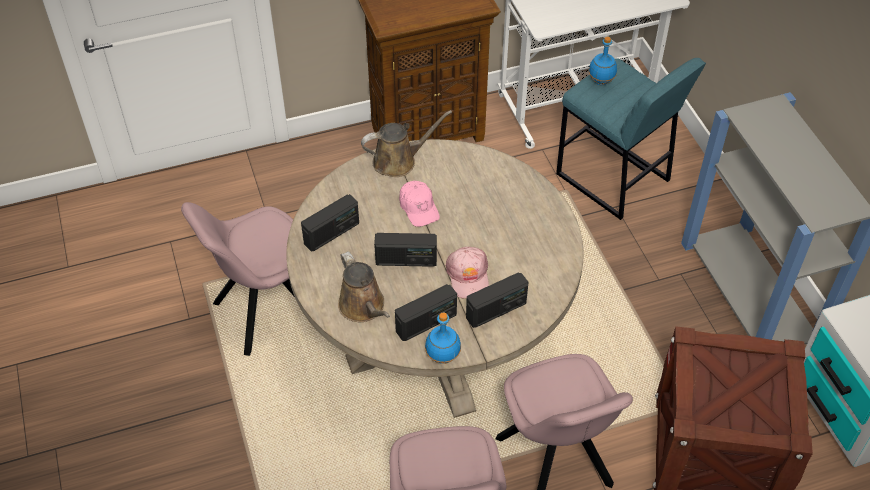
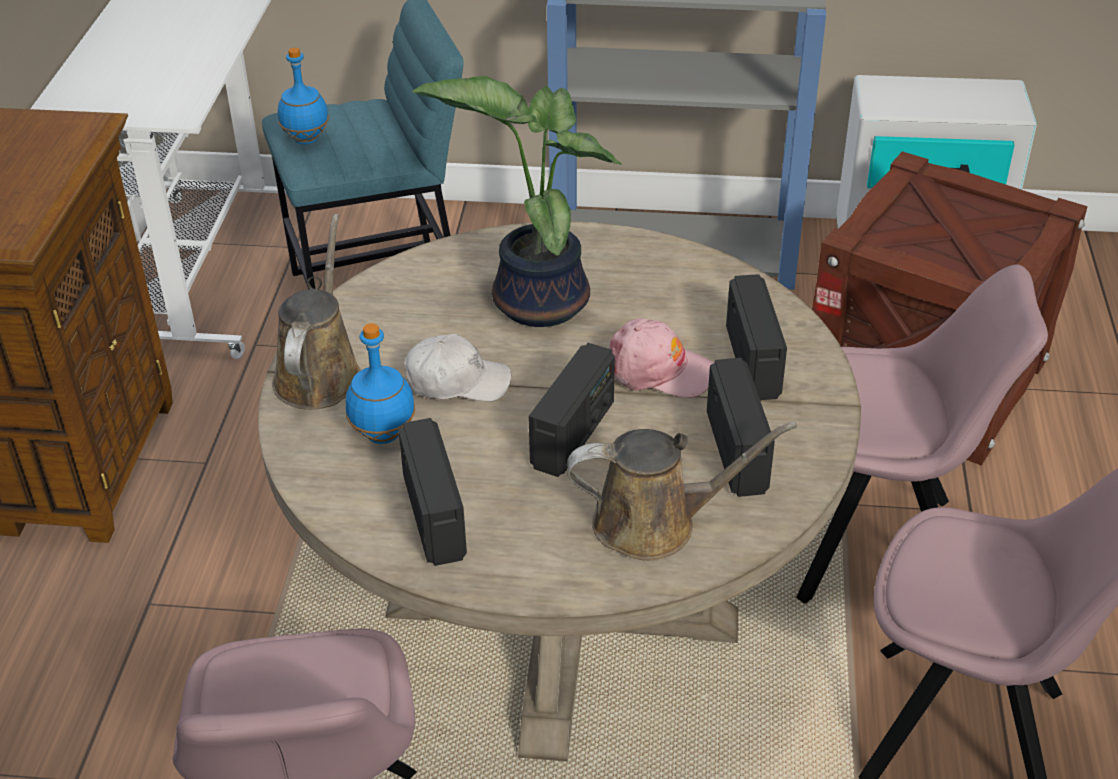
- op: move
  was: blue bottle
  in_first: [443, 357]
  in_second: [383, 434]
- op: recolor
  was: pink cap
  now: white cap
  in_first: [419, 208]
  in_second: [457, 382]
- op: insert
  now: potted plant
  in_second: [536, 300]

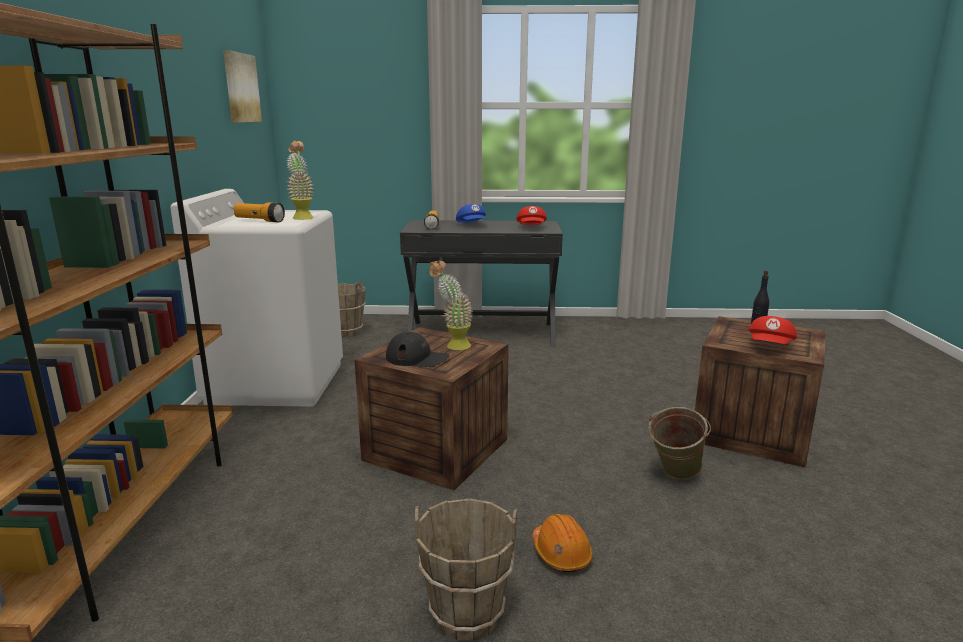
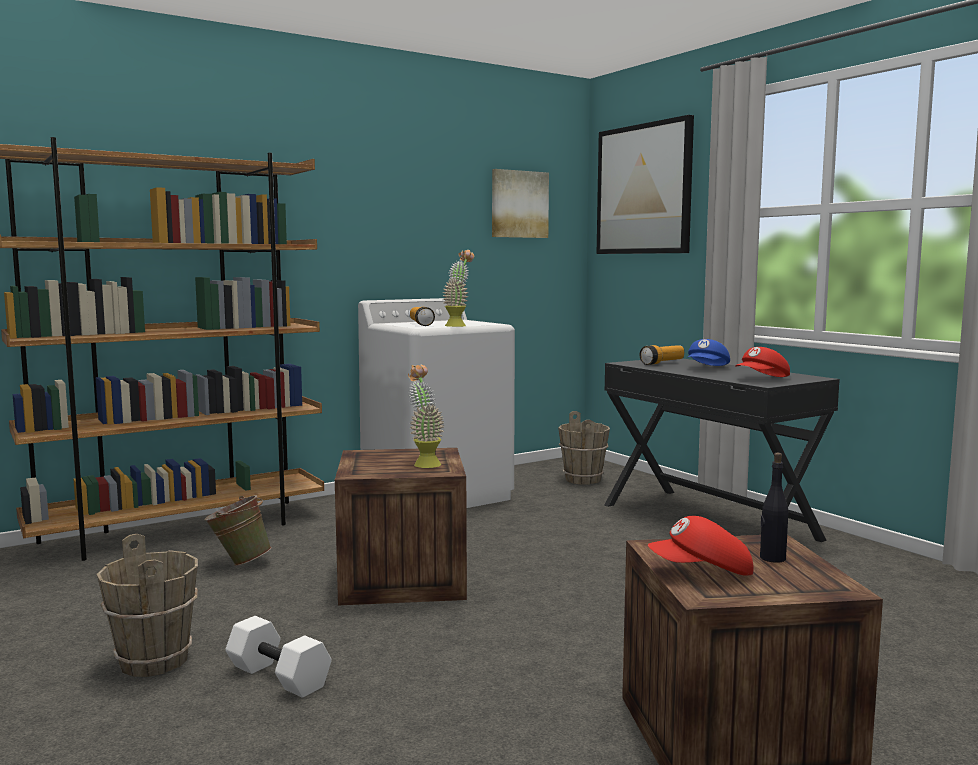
- op: move
  was: green bucket
  in_first: [674, 476]
  in_second: [239, 562]
- op: replace
  was: orange hard hat
  now: white dumbbell
  in_first: [561, 553]
  in_second: [276, 677]
- op: insert
  now: picture
  in_second: [644, 189]
- op: delete
  was: black cap
  in_first: [417, 358]

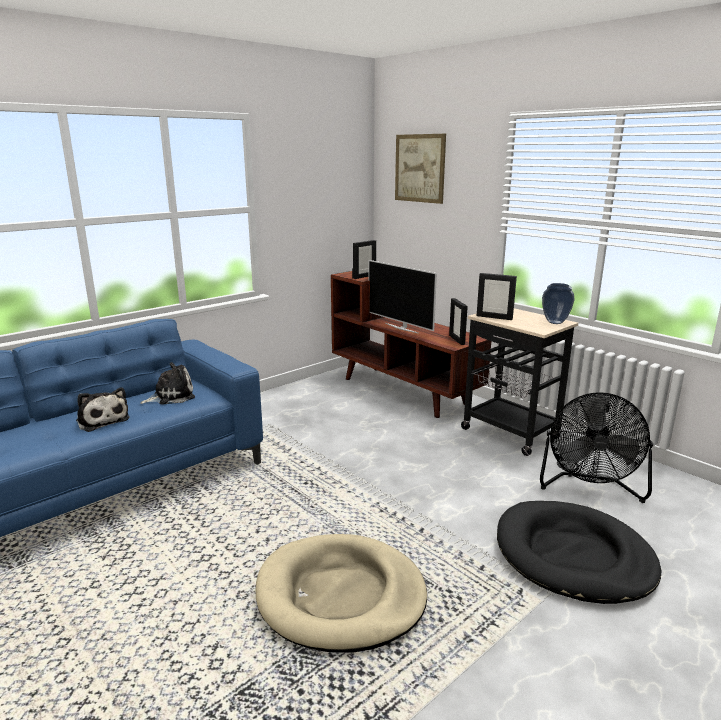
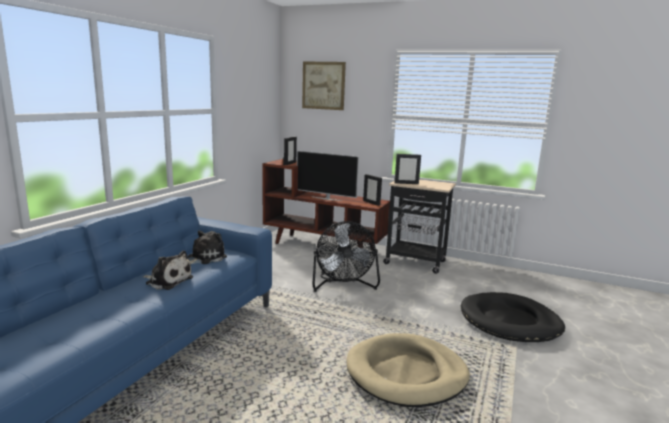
- op: move
  was: black fan
  in_first: [586, 484]
  in_second: [341, 285]
- op: delete
  was: vase
  in_first: [555, 322]

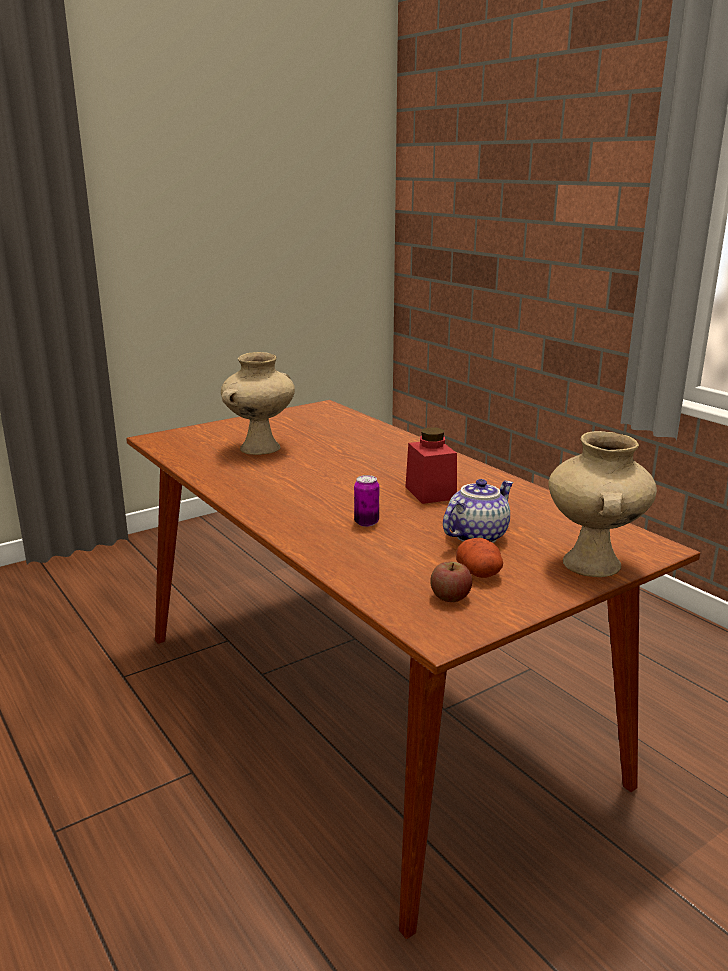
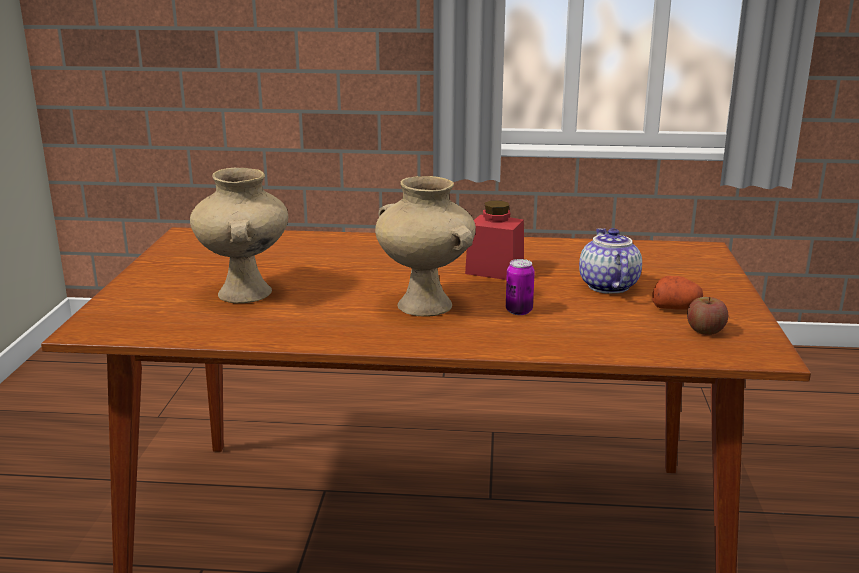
- op: move
  was: beige vase
  in_first: [593, 564]
  in_second: [426, 305]

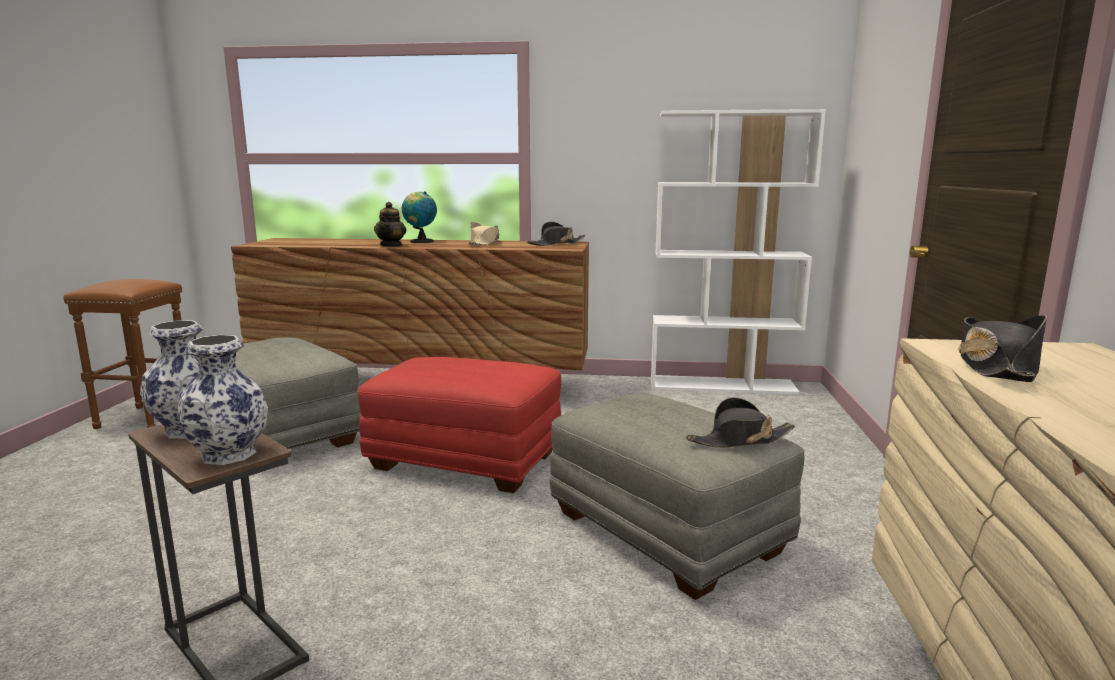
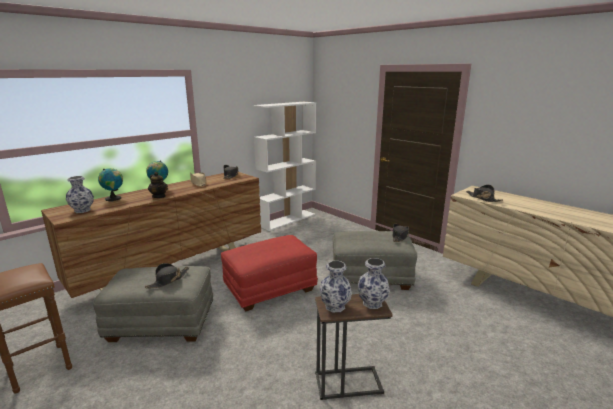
- op: insert
  now: vase
  in_second: [82, 210]
- op: insert
  now: globe
  in_second: [114, 198]
- op: insert
  now: black hat
  in_second: [168, 280]

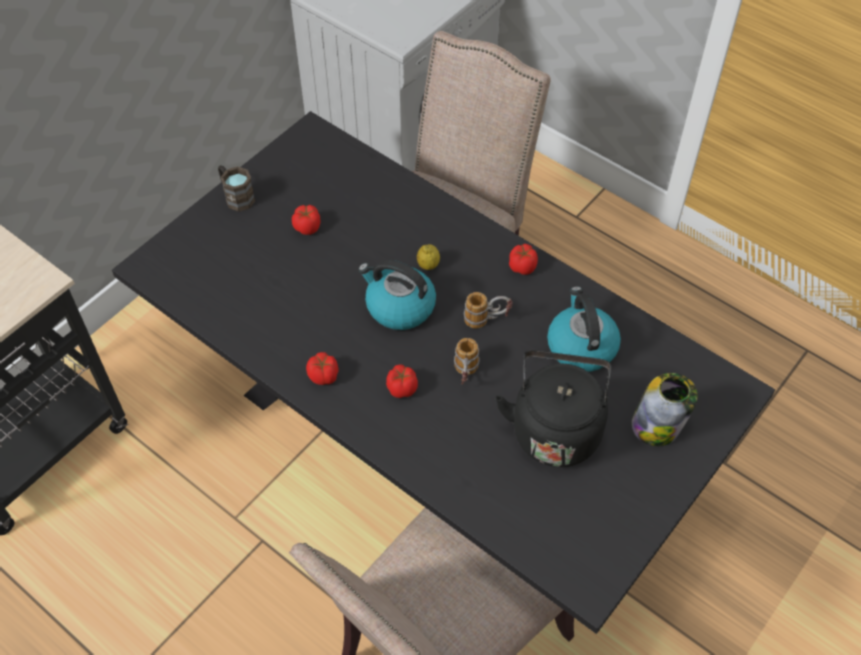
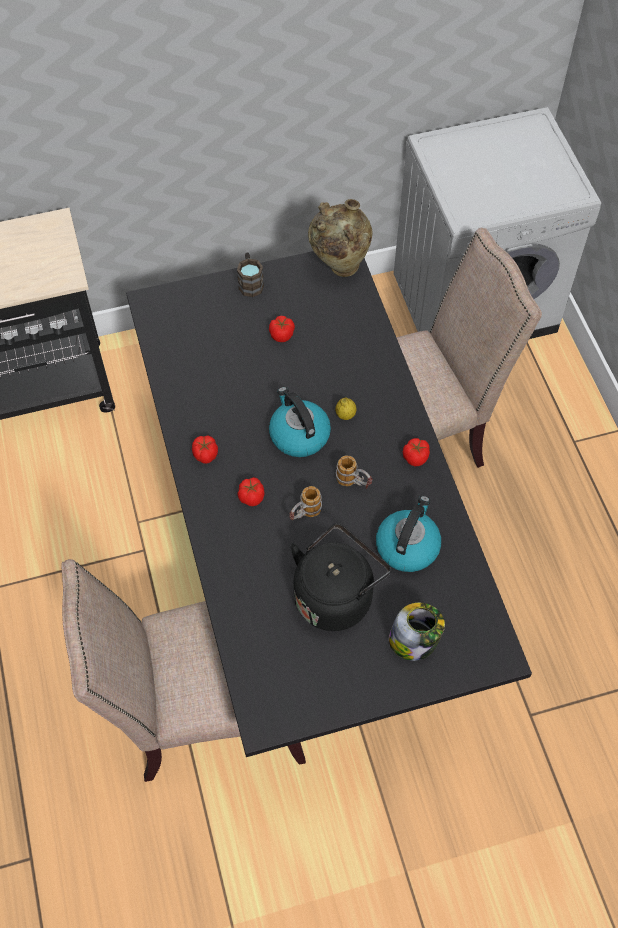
- op: insert
  now: beige vase
  in_second: [339, 267]

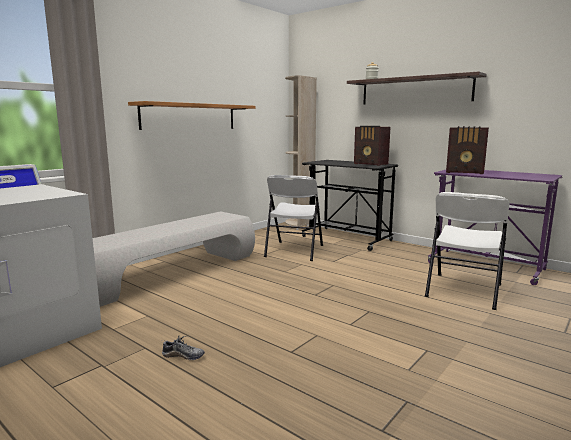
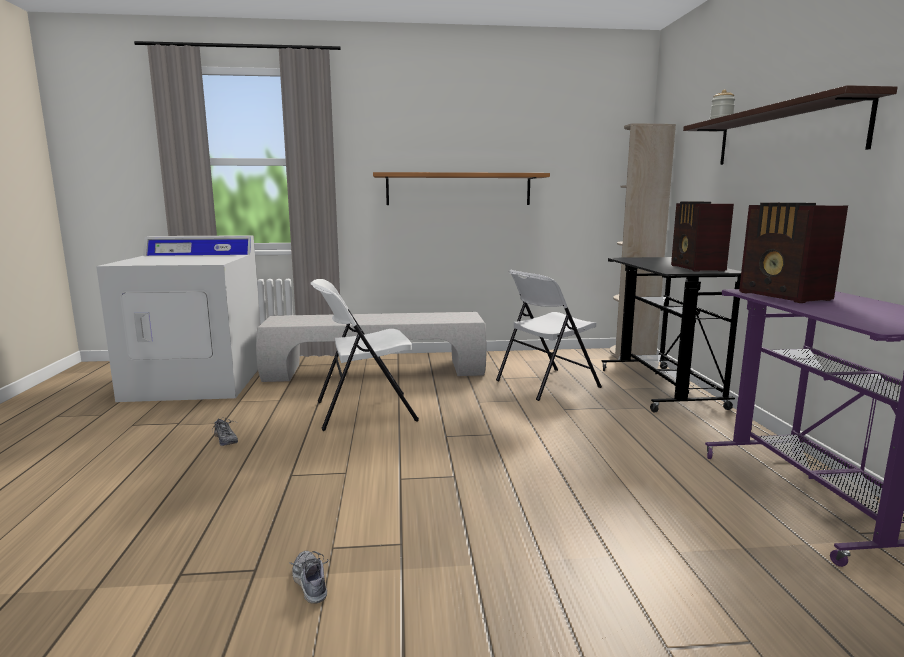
- op: insert
  now: shoe
  in_second: [310, 582]
- op: move
  was: white chair
  in_first: [463, 290]
  in_second: [365, 411]

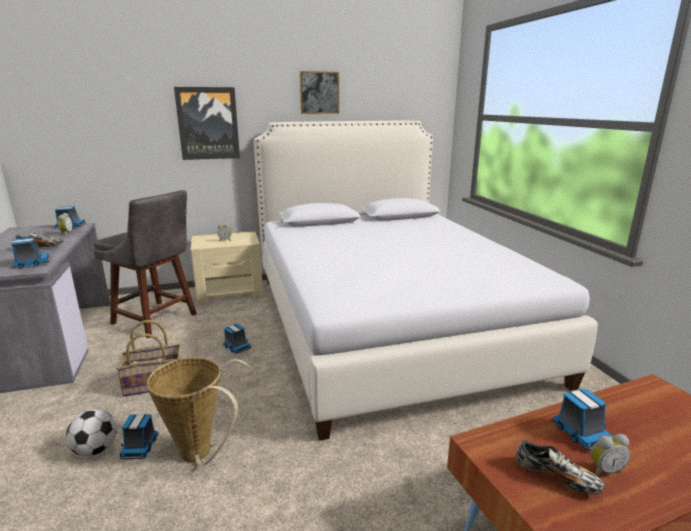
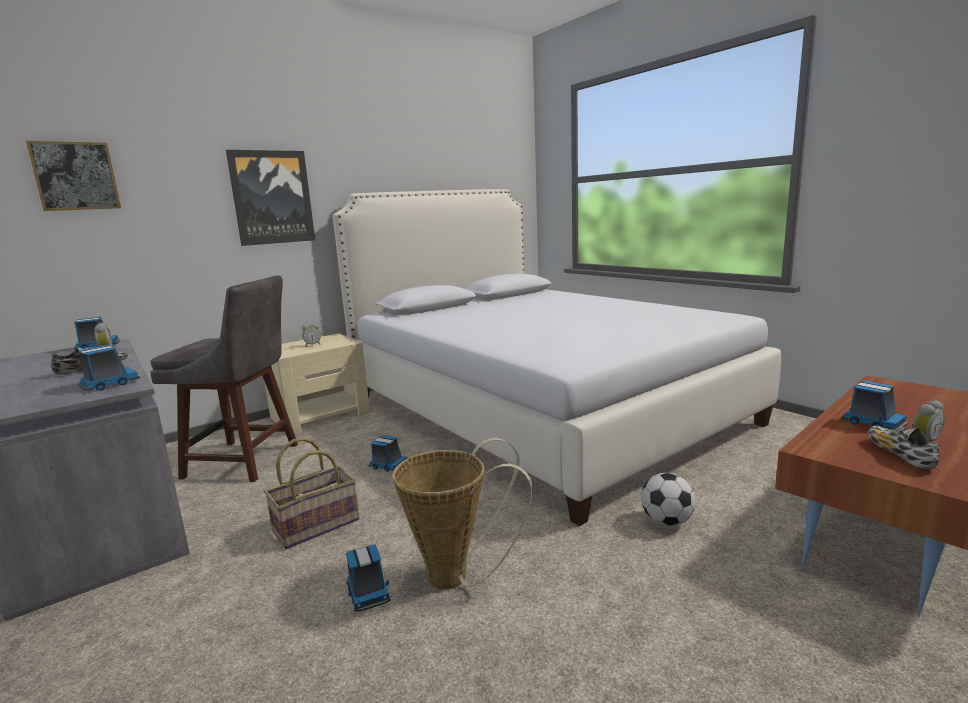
- op: move
  was: picture
  in_first: [319, 92]
  in_second: [75, 176]
- op: move
  was: football
  in_first: [96, 450]
  in_second: [667, 521]
- op: rotate
  was: shoe
  in_first: [556, 477]
  in_second: [898, 455]
  clockwise: -105

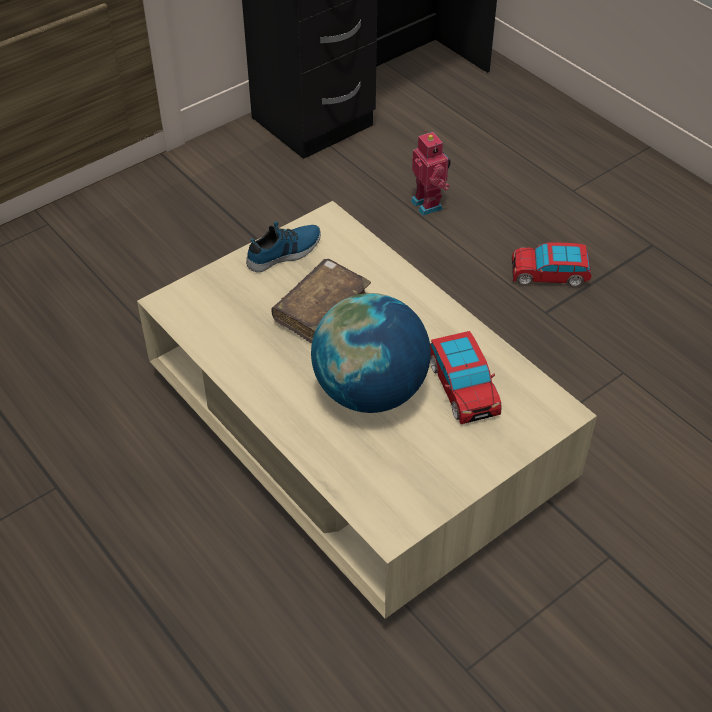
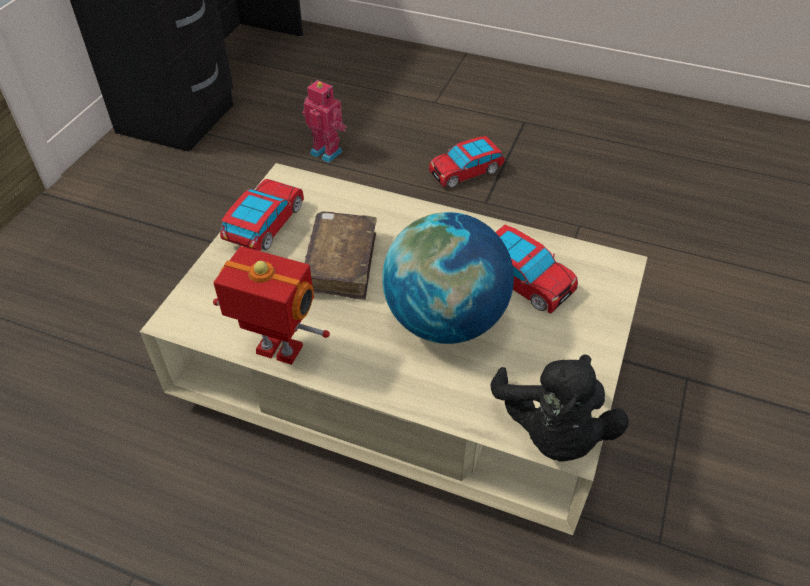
- op: insert
  now: toy robot
  in_second: [278, 352]
- op: replace
  was: shoe
  now: toy car
  in_first: [285, 253]
  in_second: [265, 225]
- op: insert
  now: black plush toy
  in_second: [551, 432]

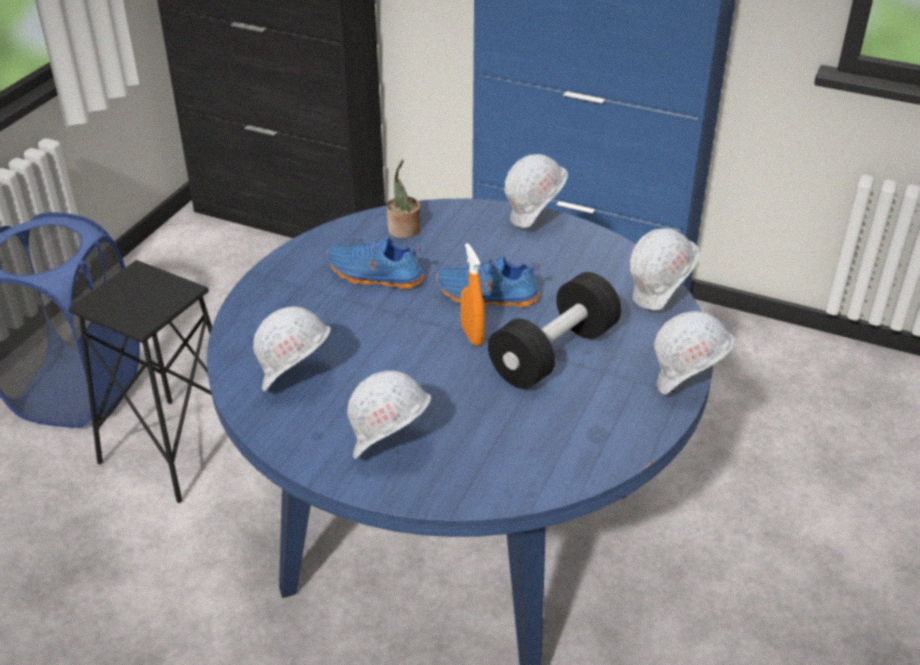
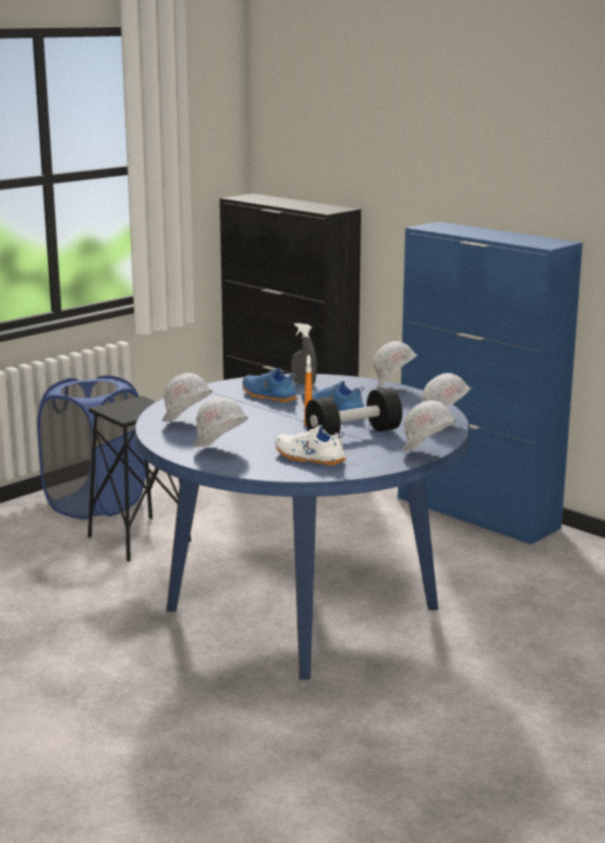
- op: insert
  now: white shoe
  in_second: [309, 458]
- op: replace
  was: potted plant
  now: grey spray bottle
  in_first: [403, 231]
  in_second: [303, 383]

